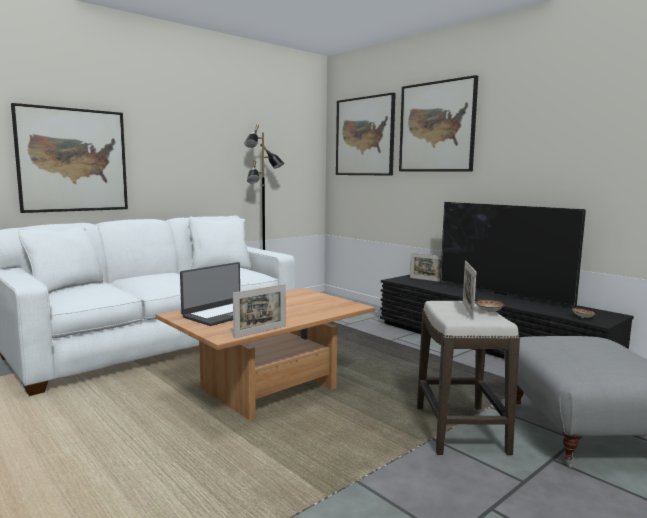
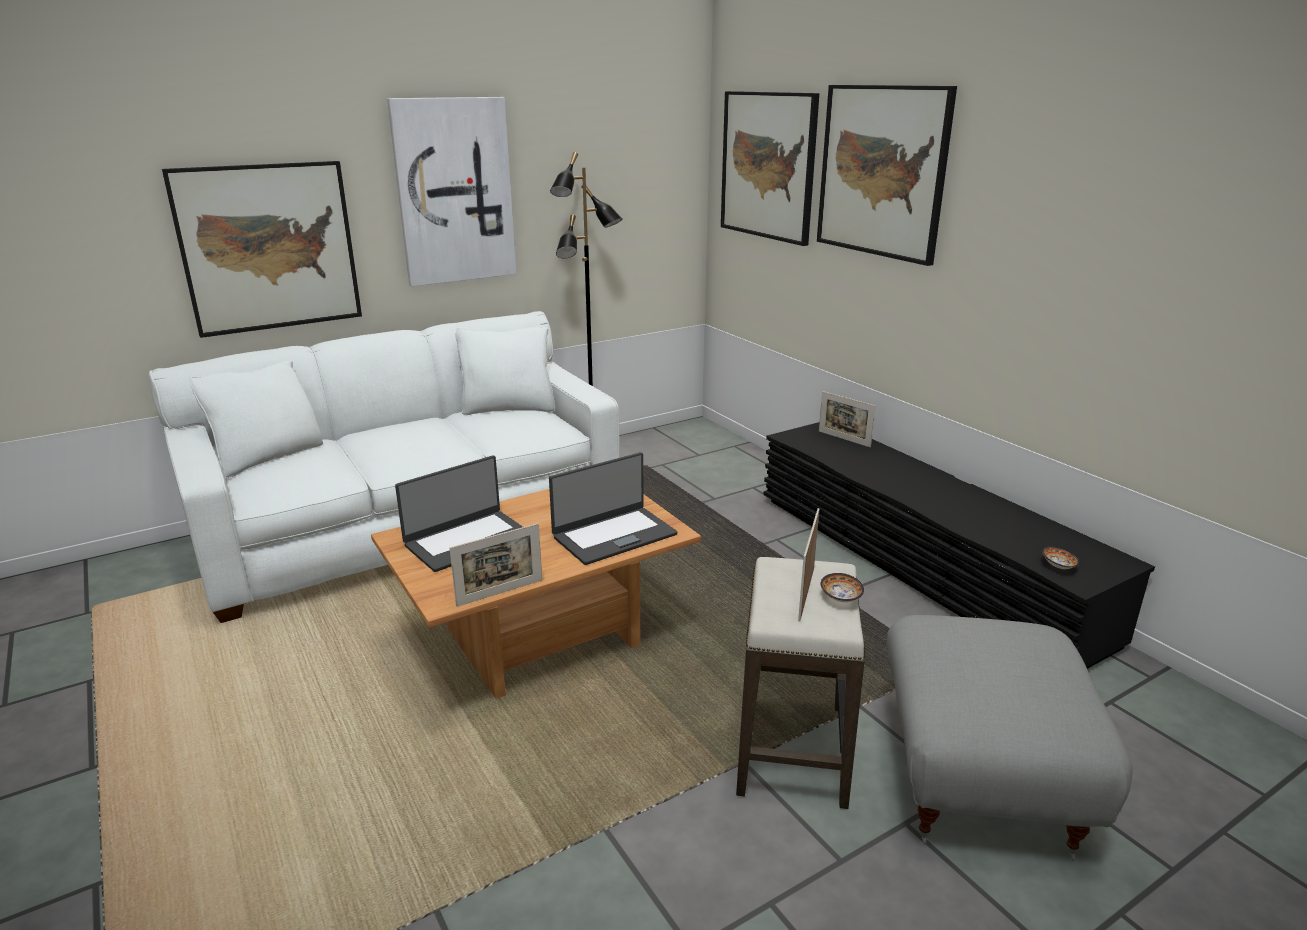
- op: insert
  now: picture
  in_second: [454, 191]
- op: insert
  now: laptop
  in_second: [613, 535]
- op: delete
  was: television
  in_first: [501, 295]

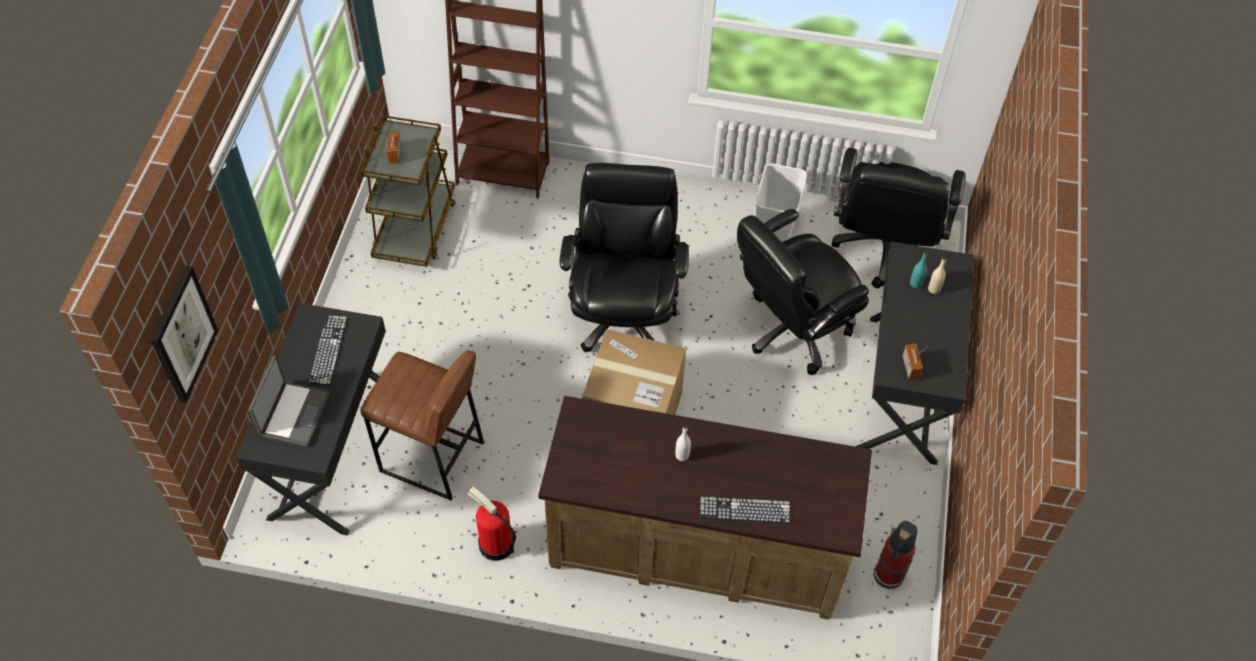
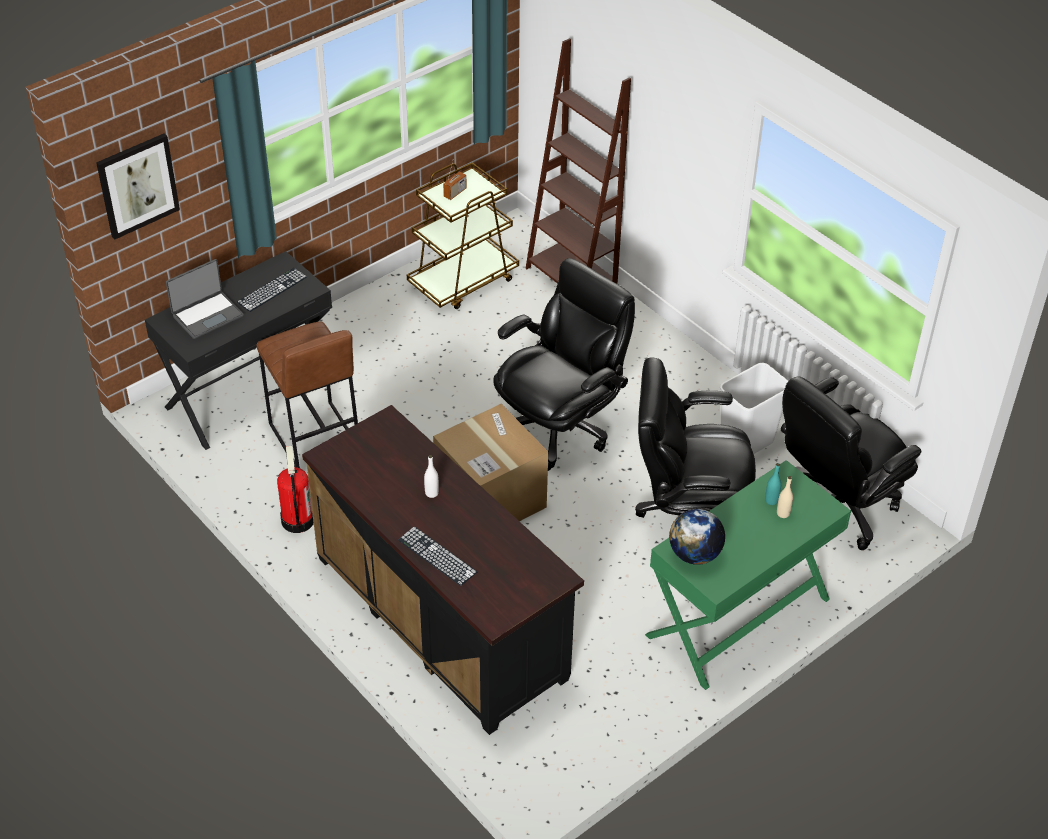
- op: recolor
  was: beige cabinet
  now: black cabinet
  in_first: [695, 546]
  in_second: [440, 616]
- op: recolor
  was: black desk
  now: green desk
  in_first: [903, 389]
  in_second: [739, 617]
- op: replace
  was: radio
  now: globe
  in_first: [910, 367]
  in_second: [695, 554]
- op: delete
  was: fire extinguisher
  in_first: [887, 576]

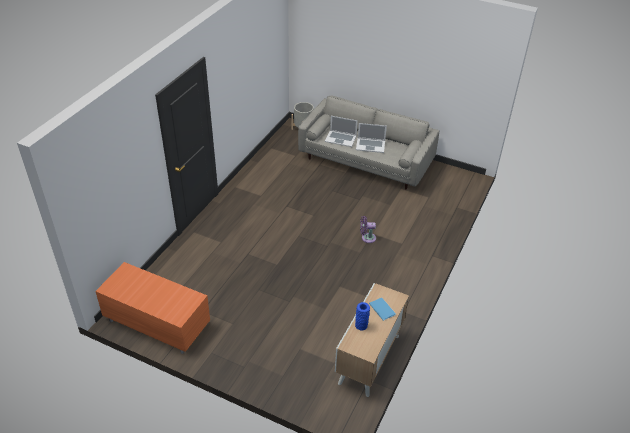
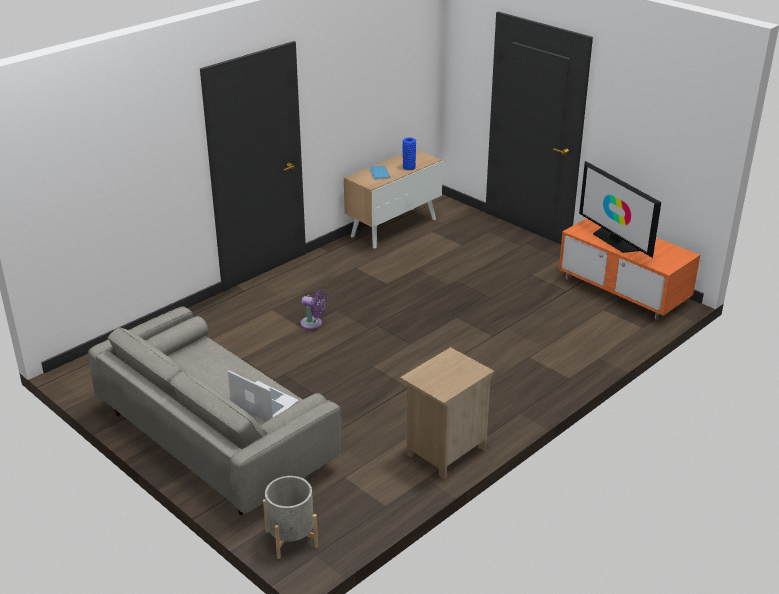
- op: insert
  now: beige nightstand
  in_second: [444, 451]
- op: insert
  now: television
  in_second: [615, 241]
- op: delete
  was: laptop
  in_first: [370, 145]

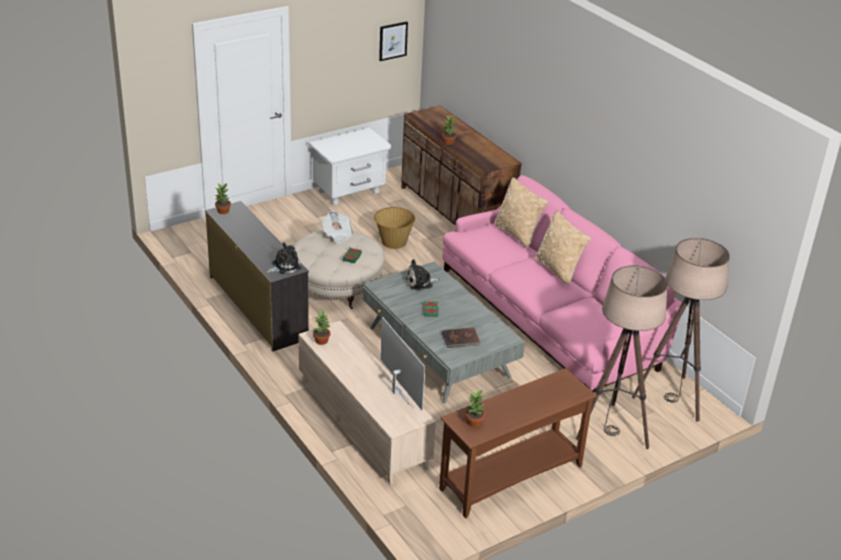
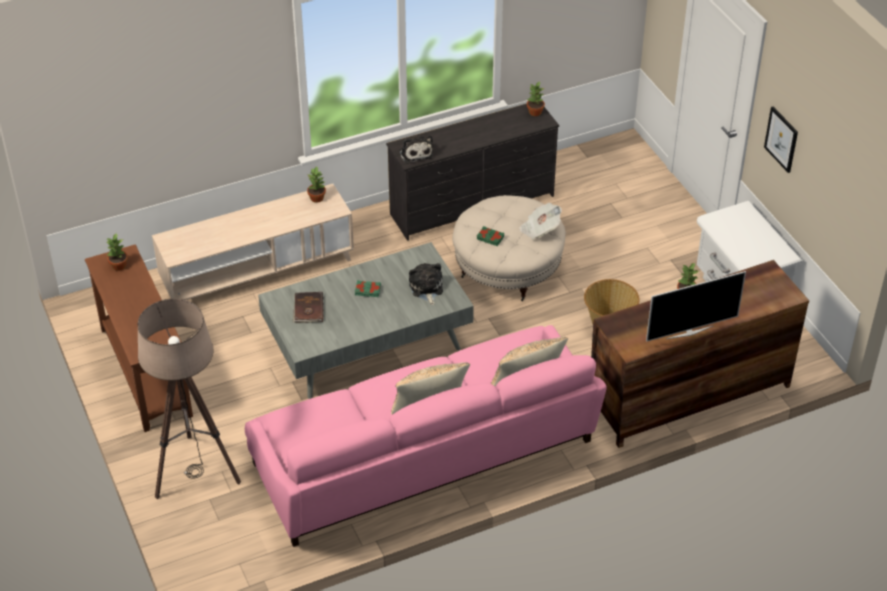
- op: move
  was: television
  in_first: [397, 391]
  in_second: [689, 331]
- op: move
  was: picture
  in_first: [393, 41]
  in_second: [781, 139]
- op: delete
  was: floor lamp
  in_first: [671, 398]

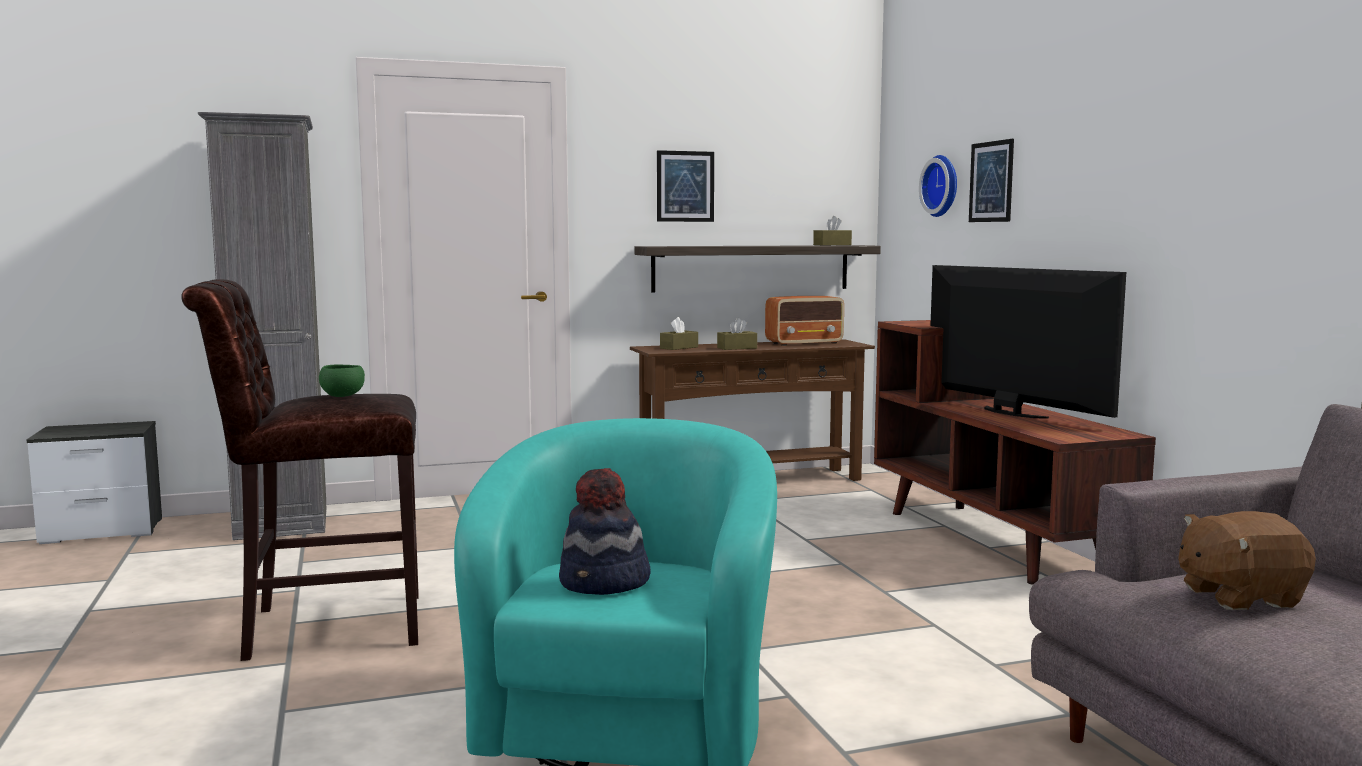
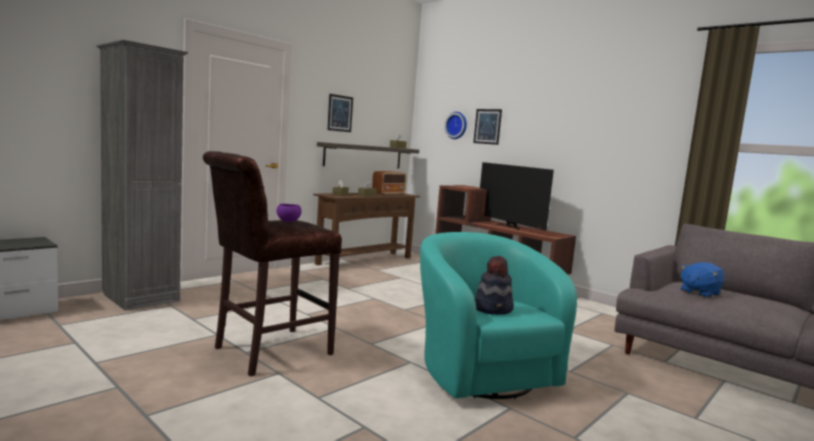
- op: recolor
  was: green bowl
  now: purple bowl
  in_first: [342, 396]
  in_second: [288, 221]
- op: rotate
  was: television
  in_first: [1010, 413]
  in_second: [509, 226]
  clockwise: -150
- op: recolor
  was: brown plush toy
  now: blue plush toy
  in_first: [1239, 596]
  in_second: [699, 293]

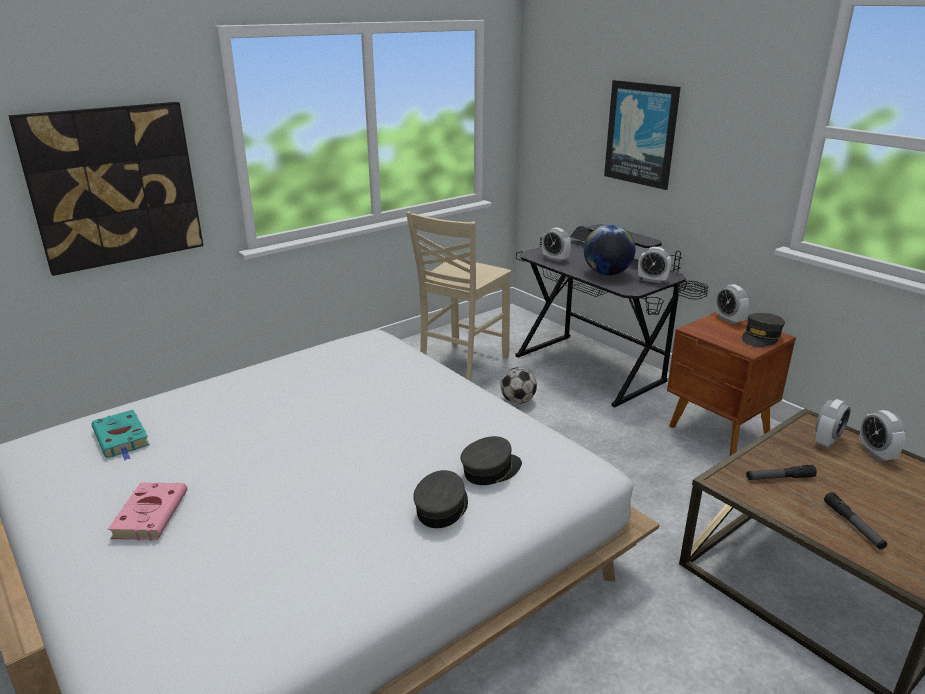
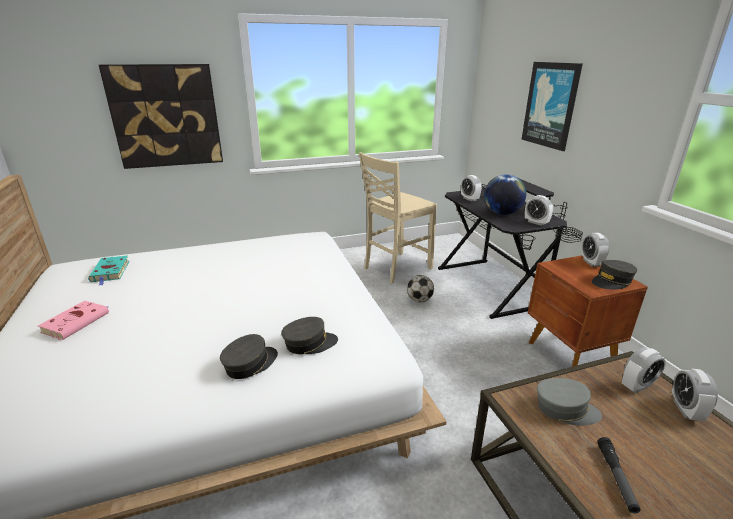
- op: replace
  was: flashlight
  now: grey cap
  in_first: [779, 478]
  in_second: [565, 409]

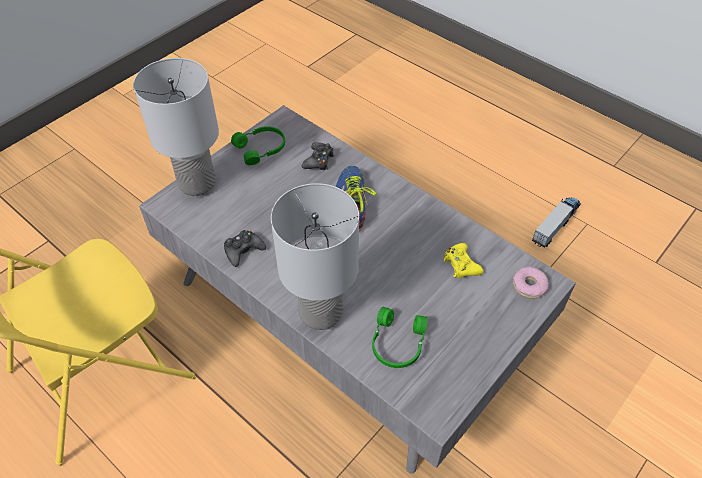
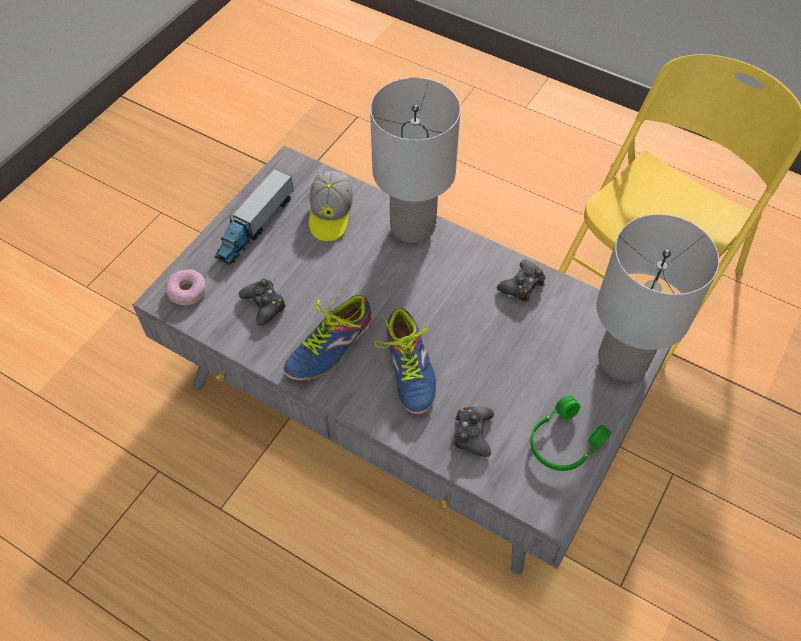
- op: move
  was: toy truck
  in_first: [556, 224]
  in_second: [255, 226]
- op: recolor
  was: yellow game controller
  now: black game controller
  in_first: [461, 265]
  in_second: [264, 305]
- op: insert
  now: shoe
  in_second: [330, 347]
- op: replace
  was: green headphones
  now: cap
  in_first: [397, 343]
  in_second: [331, 214]

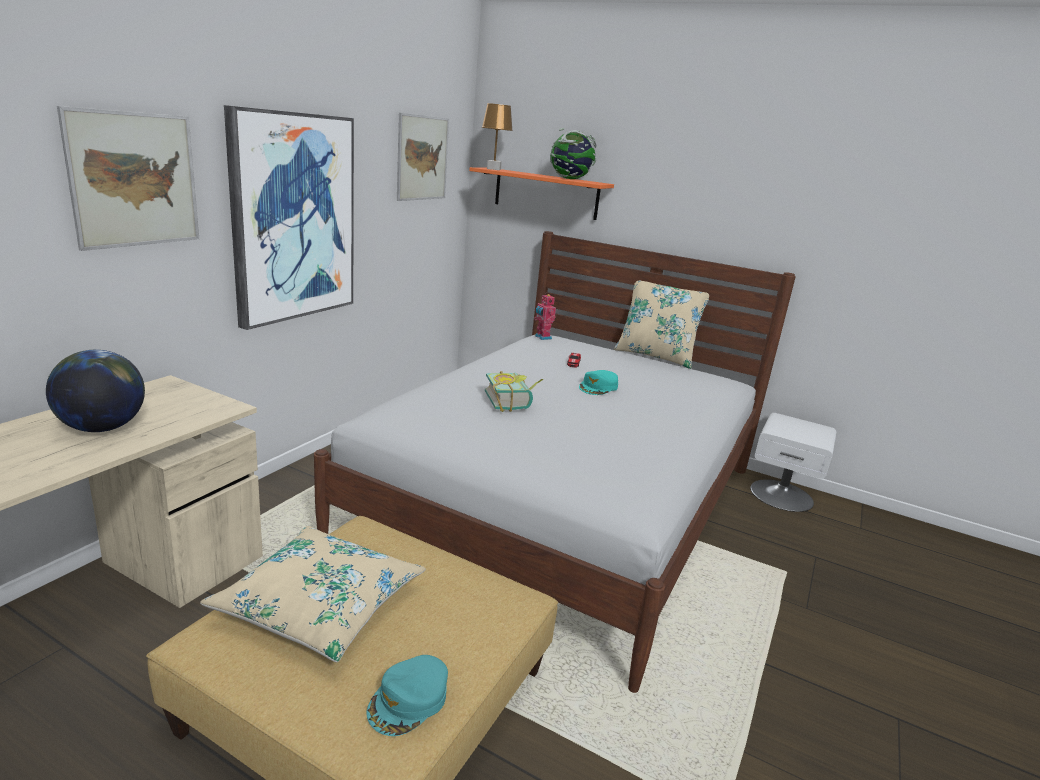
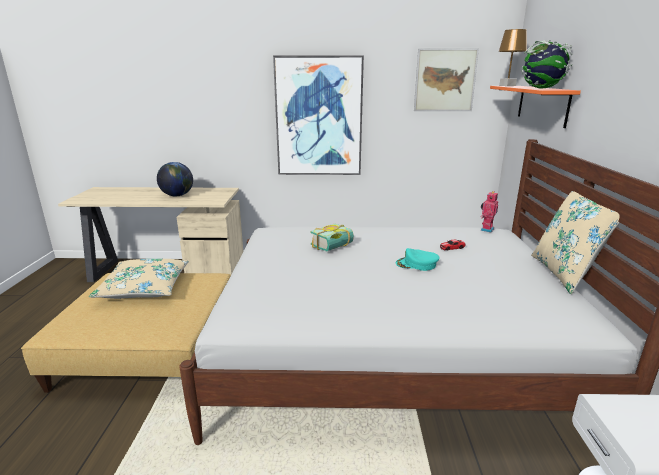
- op: delete
  was: picture
  in_first: [135, 180]
- op: delete
  was: turquoise cap
  in_first: [409, 701]

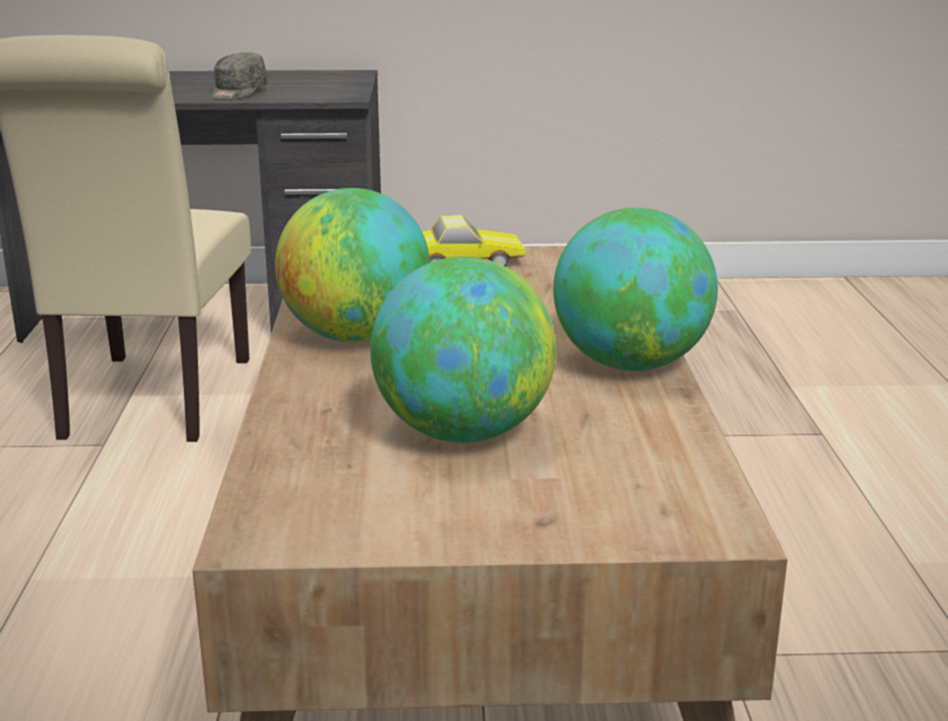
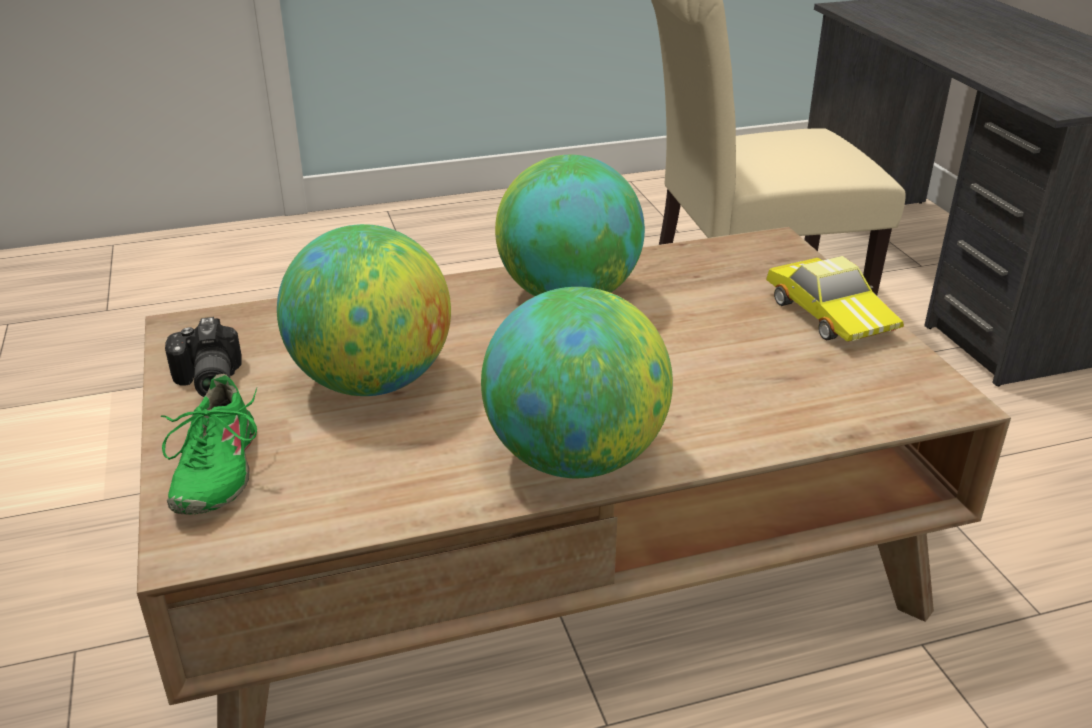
- op: insert
  now: green shoe
  in_second: [215, 471]
- op: insert
  now: photo camera
  in_second: [206, 382]
- op: delete
  was: grey cap
  in_first: [238, 93]

